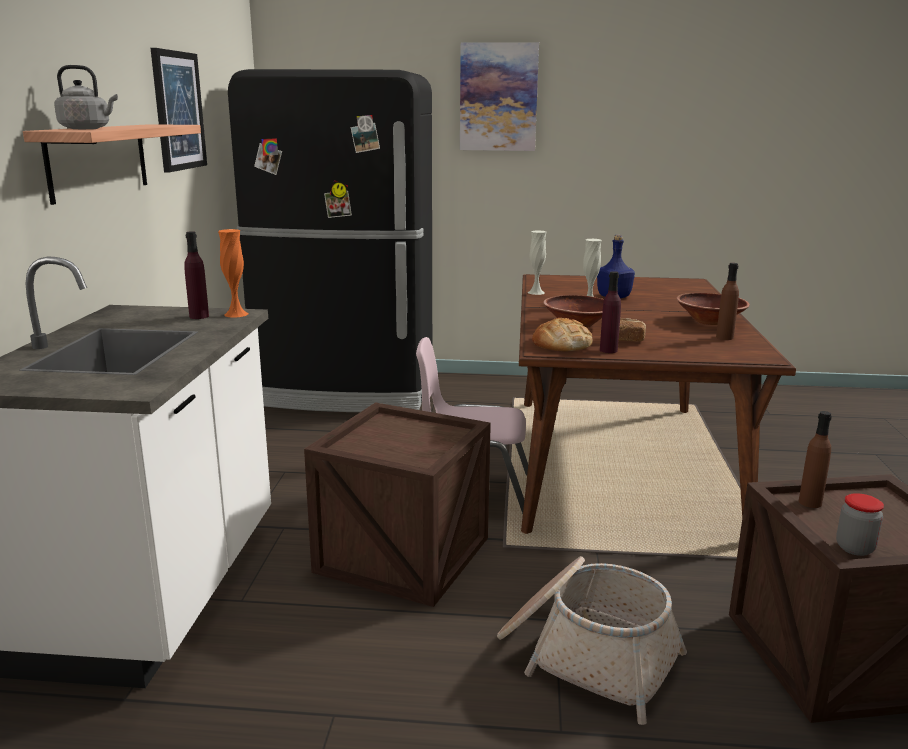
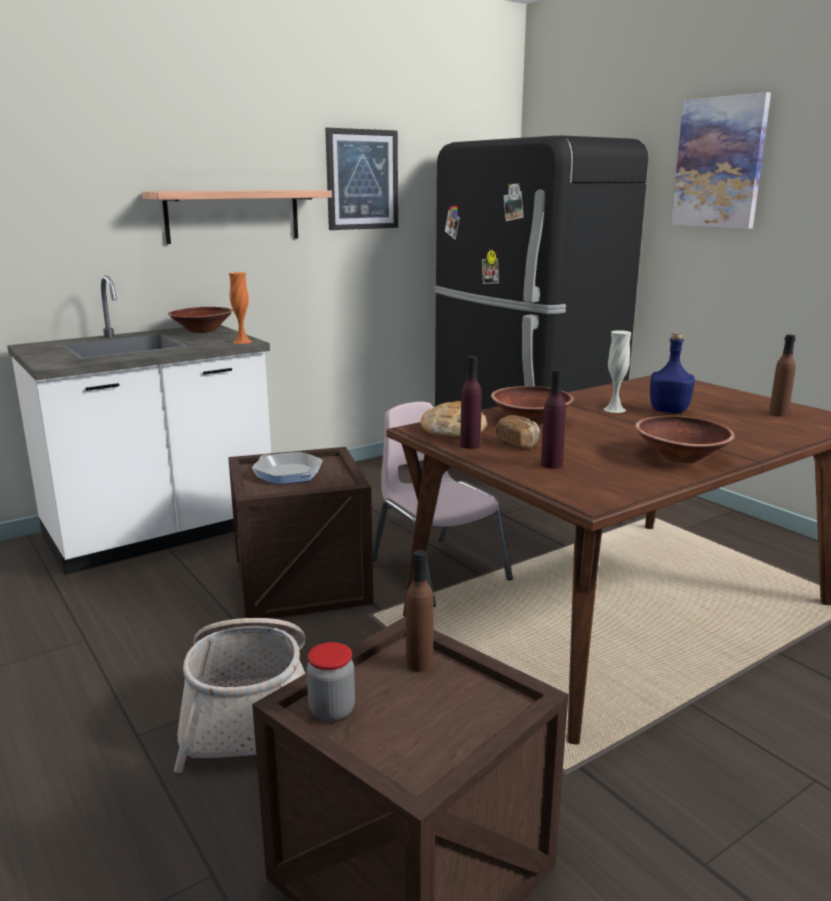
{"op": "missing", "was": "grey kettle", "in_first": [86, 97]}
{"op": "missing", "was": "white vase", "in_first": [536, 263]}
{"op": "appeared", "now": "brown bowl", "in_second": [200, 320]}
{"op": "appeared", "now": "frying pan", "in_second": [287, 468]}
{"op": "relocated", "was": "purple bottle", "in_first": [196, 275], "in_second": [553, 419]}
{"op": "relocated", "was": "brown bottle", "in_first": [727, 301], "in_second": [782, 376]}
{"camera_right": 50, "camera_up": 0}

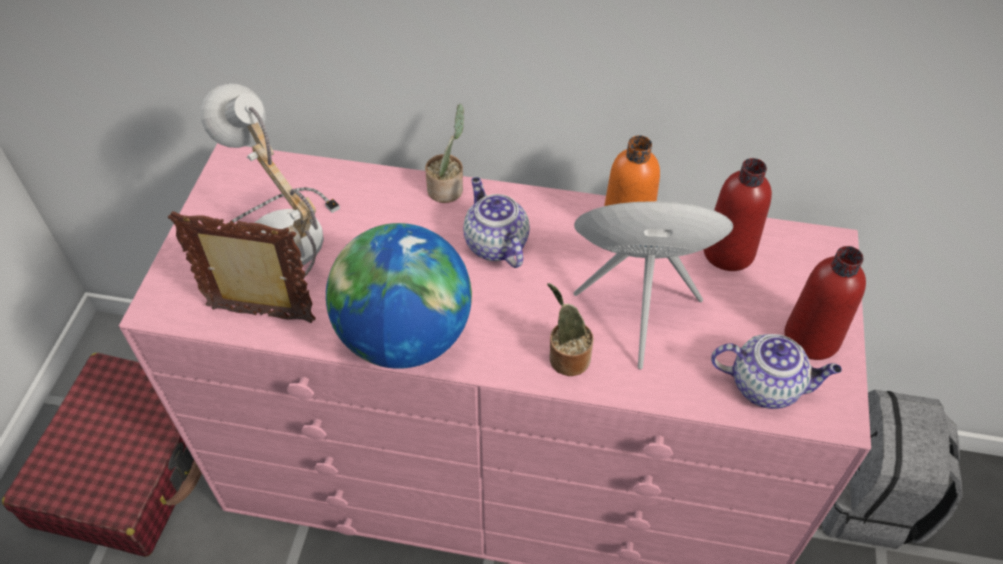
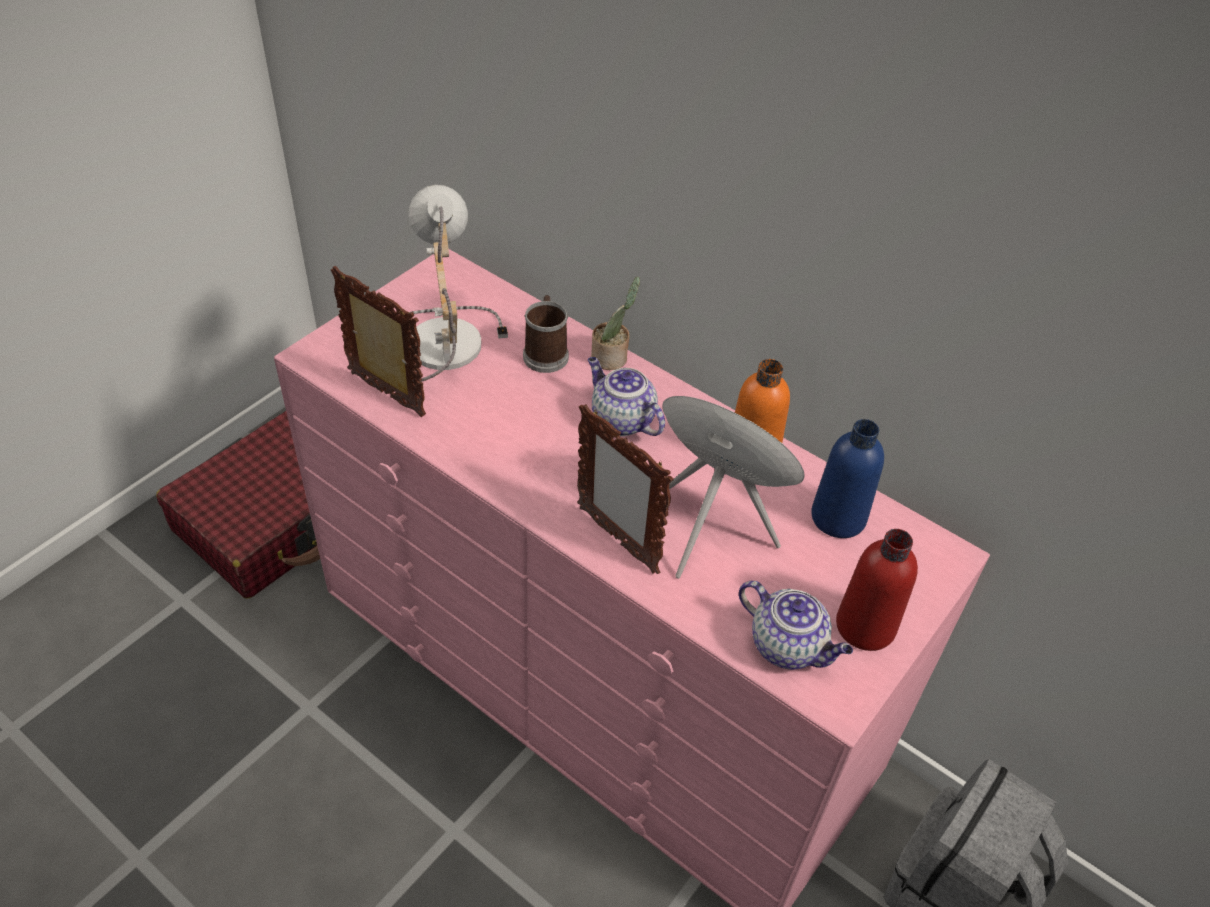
{"op": "missing", "was": "globe", "in_first": [399, 296]}
{"op": "appeared", "now": "mug", "in_second": [546, 334]}
{"op": "exchanged", "was": "potted plant", "now": "picture frame", "in_first": [570, 329], "in_second": [625, 489]}
{"op": "colour", "was": "red bottle", "now": "blue bottle", "in_first": [737, 214], "in_second": [847, 478]}
{"op": "spun", "was": "teapot", "in_first": [496, 222], "in_second": [626, 396], "clockwise": -45}
{"camera_right": 25, "camera_up": -5}

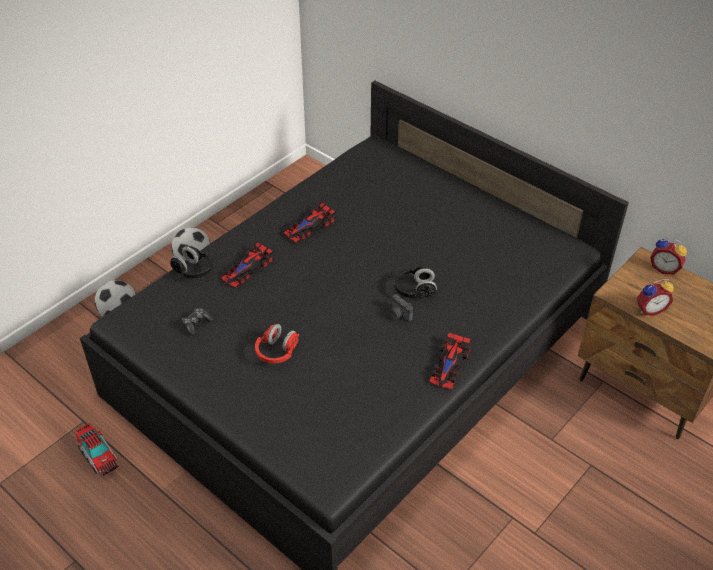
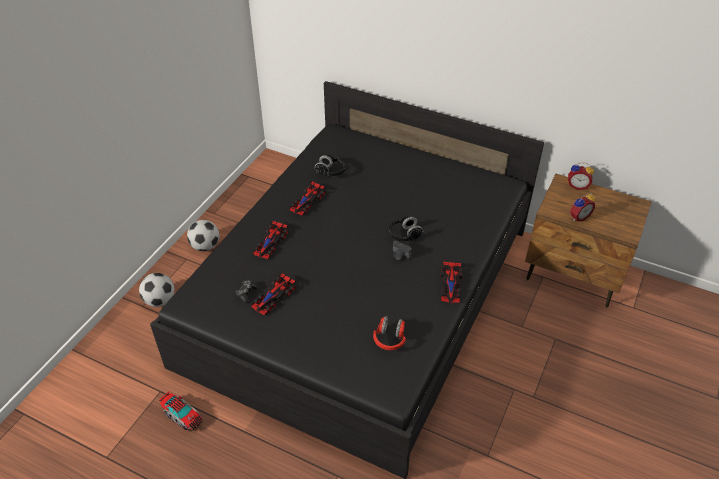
{"op": "appeared", "now": "toy car", "in_second": [273, 294]}
{"op": "relocated", "was": "black headphones", "in_first": [191, 262], "in_second": [330, 165]}
{"op": "relocated", "was": "red headphones", "in_first": [277, 344], "in_second": [389, 333]}
{"camera_right": -15, "camera_up": 0}

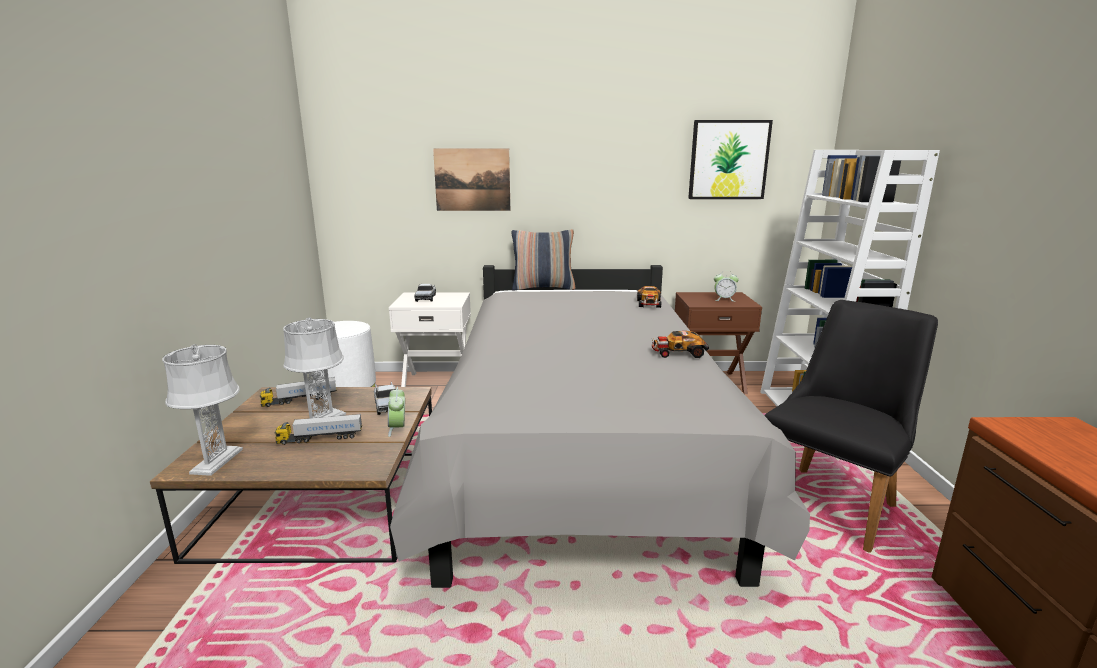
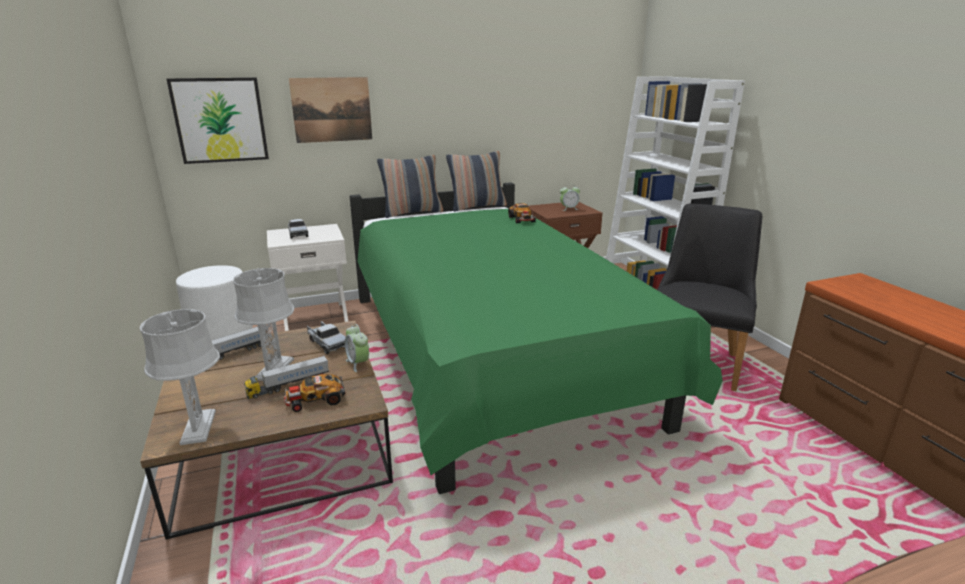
{"op": "appeared", "now": "pillow", "in_second": [476, 181]}
{"op": "relocated", "was": "toy car", "in_first": [680, 344], "in_second": [314, 393]}
{"op": "relocated", "was": "picture", "in_first": [730, 159], "in_second": [218, 120]}
{"op": "colour", "was": "grey bed", "now": "green bed", "in_first": [600, 426], "in_second": [536, 338]}
{"camera_right": -20, "camera_up": 5}

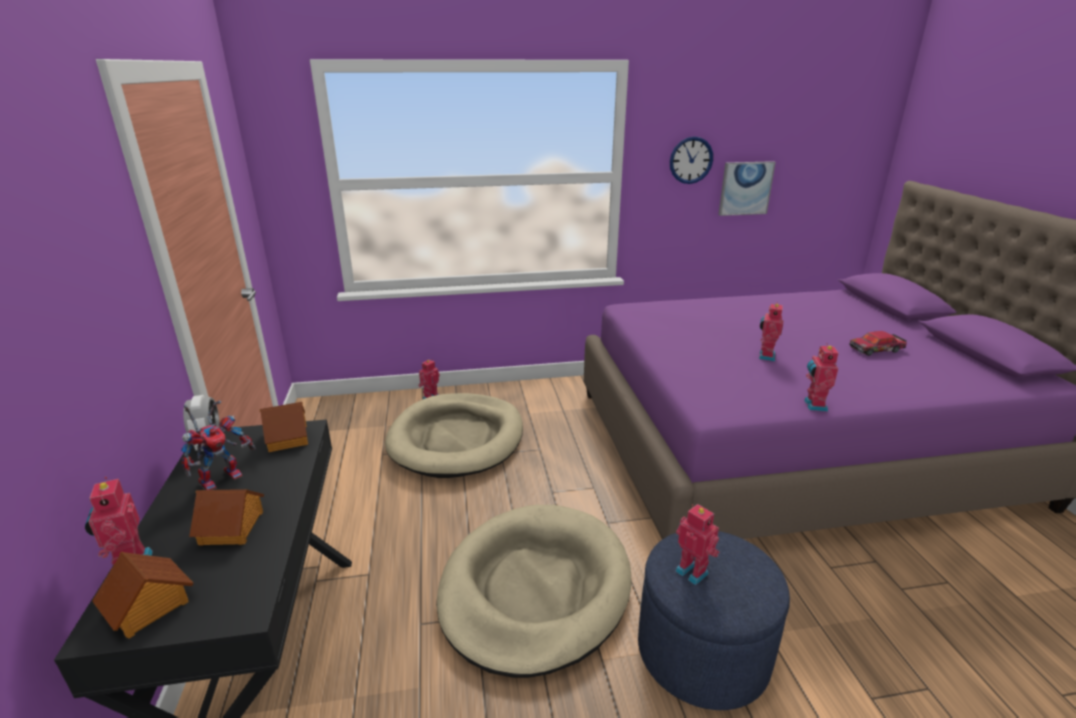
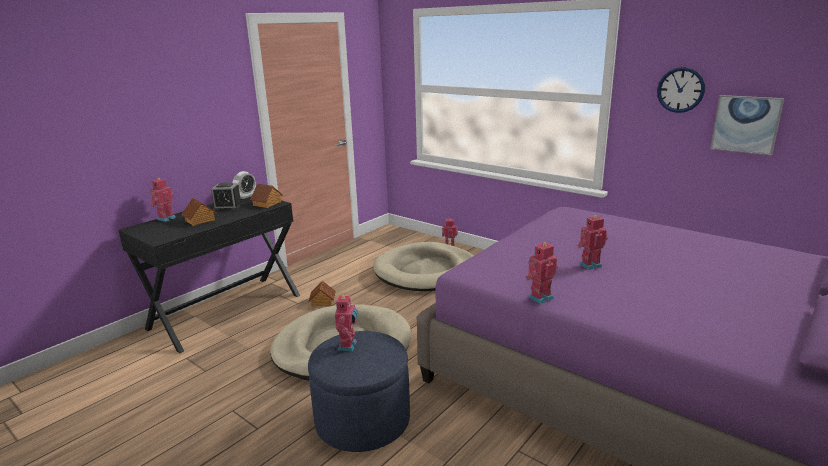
{"op": "missing", "was": "toy car", "in_first": [878, 343]}
{"op": "relocated", "was": "toy house", "in_first": [143, 595], "in_second": [322, 294]}
{"op": "exchanged", "was": "toy robot", "now": "alarm clock", "in_first": [218, 445], "in_second": [226, 196]}
{"camera_right": 50, "camera_up": -5}

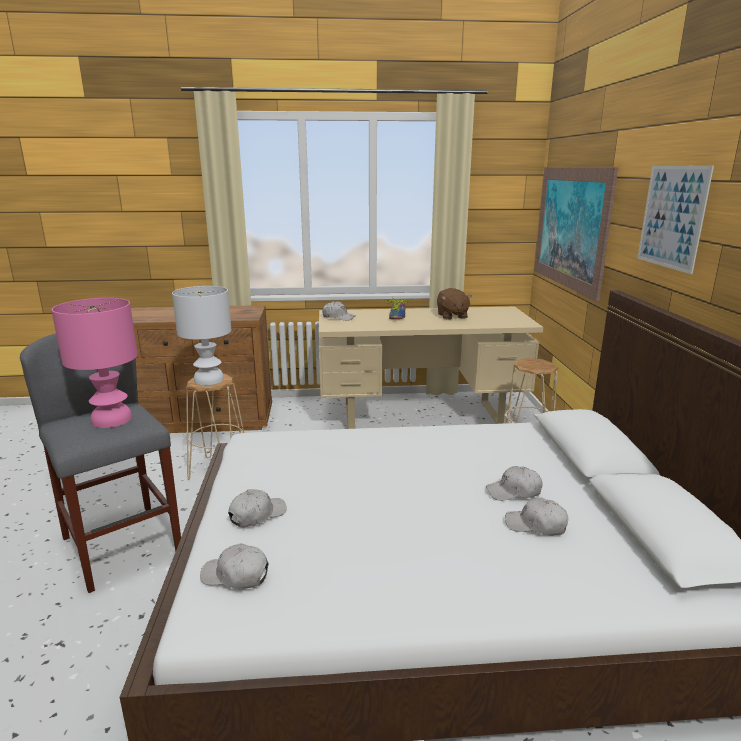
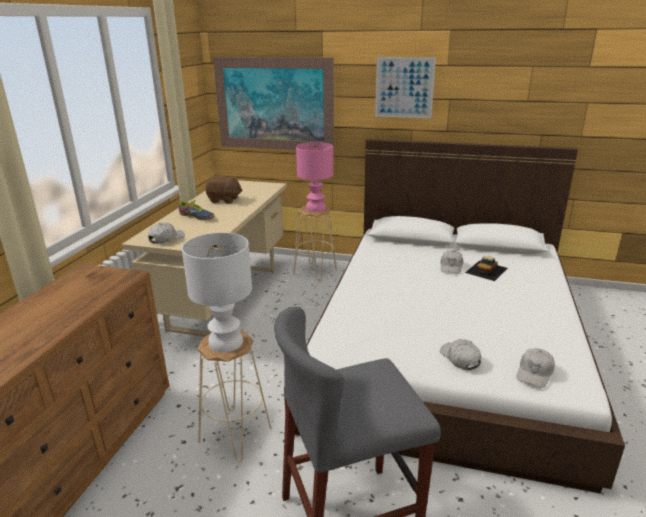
{"op": "relocated", "was": "pink table lamp", "in_first": [94, 363], "in_second": [314, 177]}
{"op": "exchanged", "was": "white cap", "now": "toy car", "in_first": [536, 516], "in_second": [486, 268]}
{"camera_right": -70, "camera_up": 5}

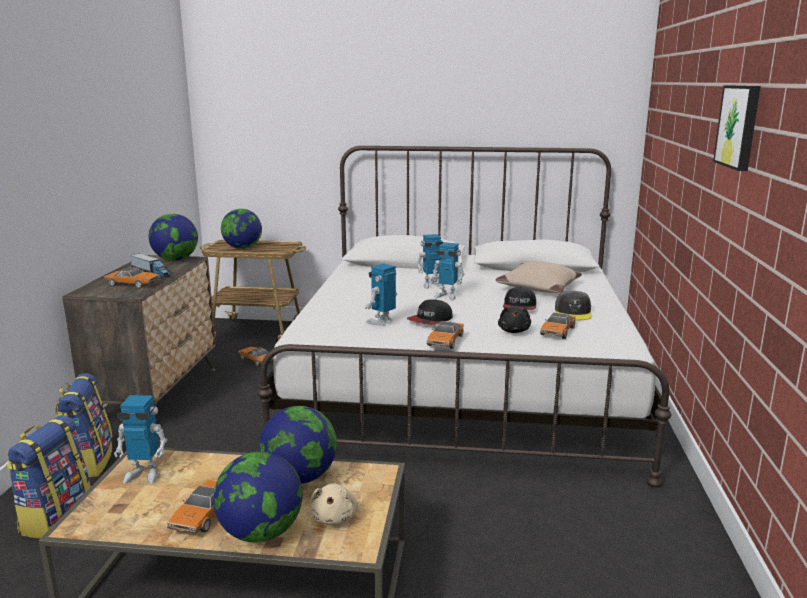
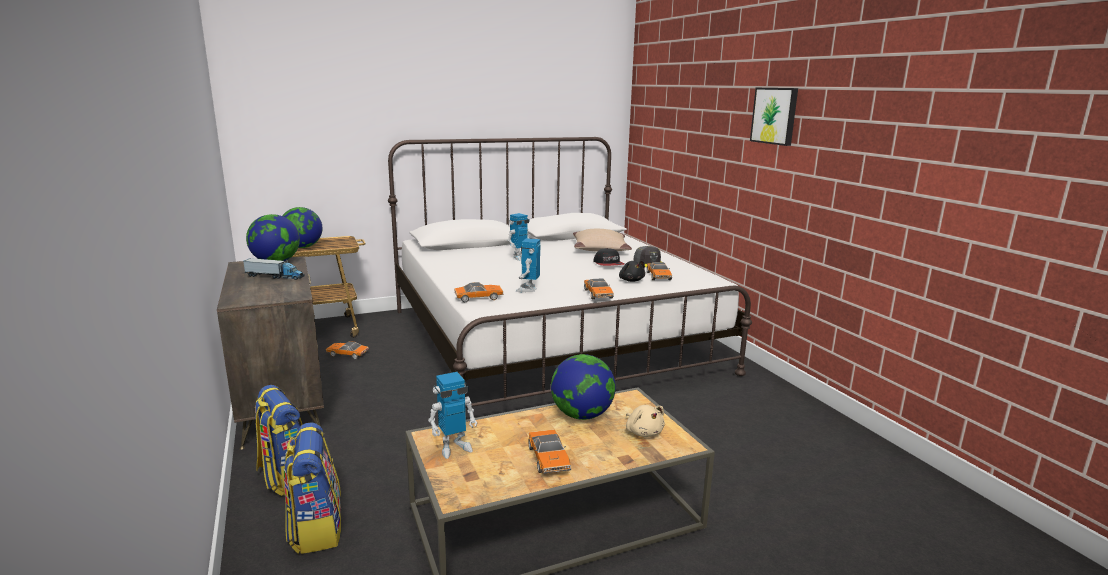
{"op": "missing", "was": "globe", "in_first": [258, 496]}
{"op": "missing", "was": "cap", "in_first": [430, 312]}
{"op": "missing", "was": "toy robot", "in_first": [447, 271]}
{"op": "relocated", "was": "toy car", "in_first": [132, 277], "in_second": [478, 292]}
{"camera_right": -30, "camera_up": 0}

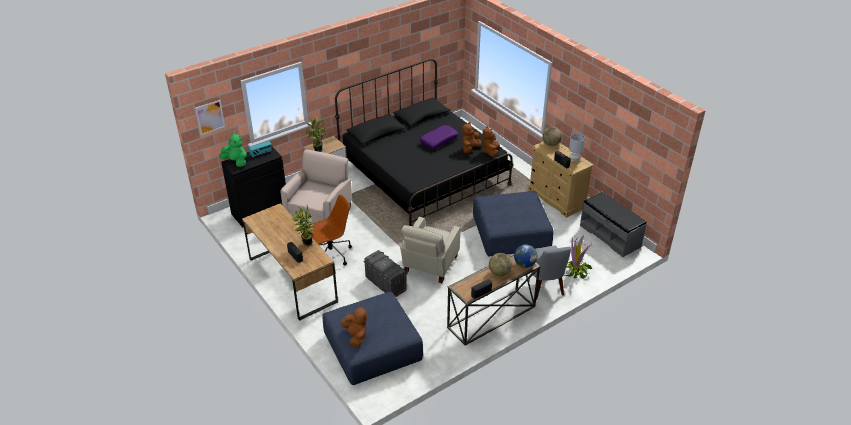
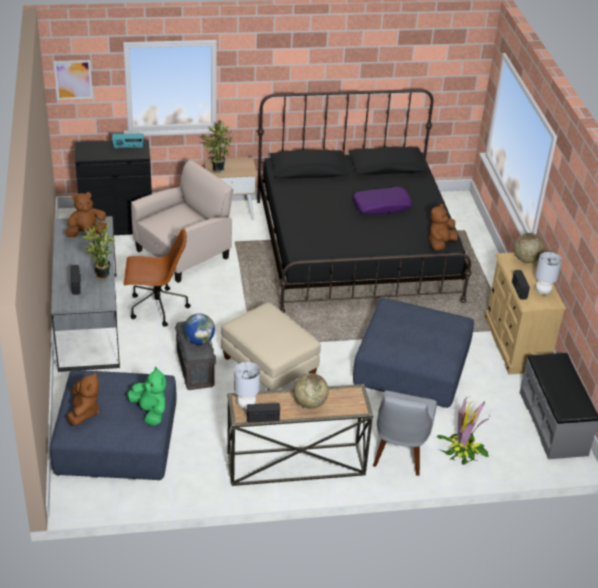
{"op": "appeared", "now": "grey table lamp", "in_second": [247, 385]}
{"op": "relocated", "was": "green plush toy", "in_first": [233, 149], "in_second": [146, 396]}
{"op": "relocated", "was": "brown plush toy", "in_first": [472, 137], "in_second": [86, 214]}
{"op": "relocated", "was": "globe", "in_first": [525, 256], "in_second": [199, 329]}
{"op": "exchanged", "was": "beige armchair", "now": "beige ottoman", "in_first": [430, 250], "in_second": [271, 346]}
{"op": "colour", "was": "brown desk", "now": "grey desk", "in_first": [290, 262], "in_second": [85, 294]}
{"camera_right": 25, "camera_up": 0}

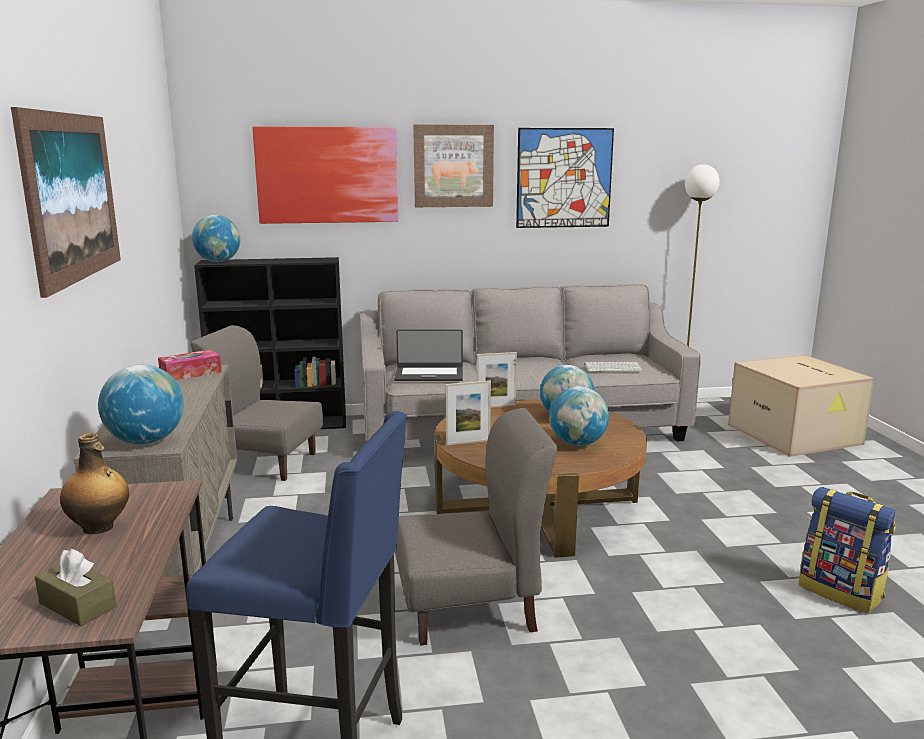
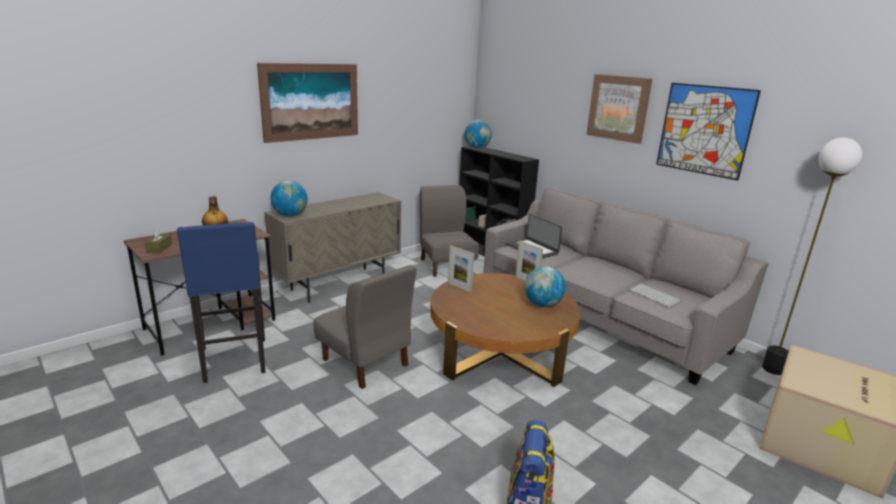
{"op": "missing", "was": "tissue box", "in_first": [190, 365]}
{"op": "missing", "was": "picture", "in_first": [325, 175]}
{"op": "missing", "was": "globe", "in_first": [579, 416]}
{"camera_right": 55, "camera_up": 5}

